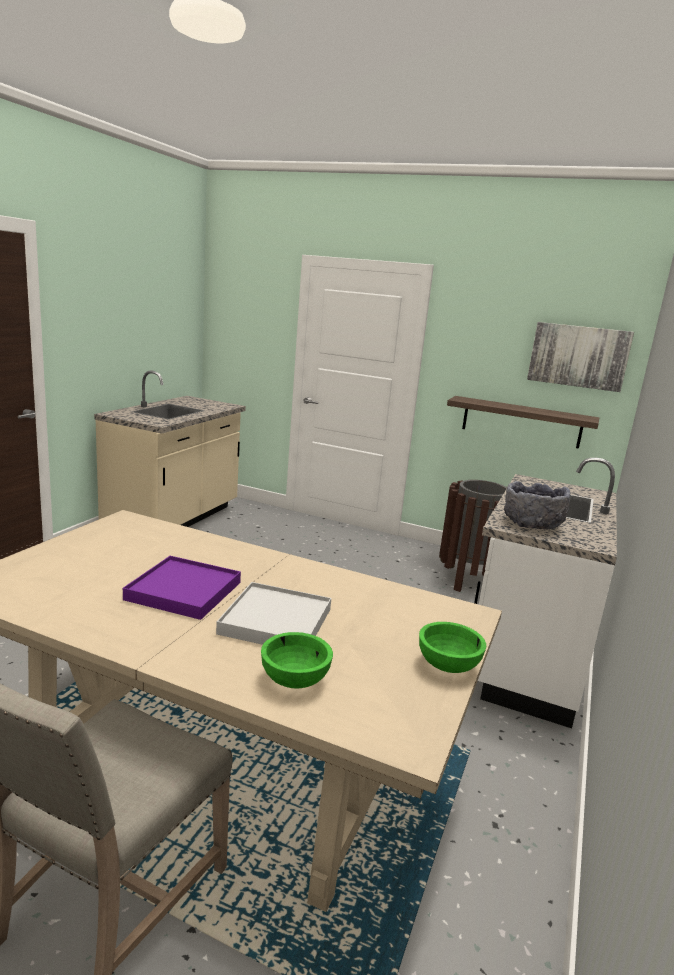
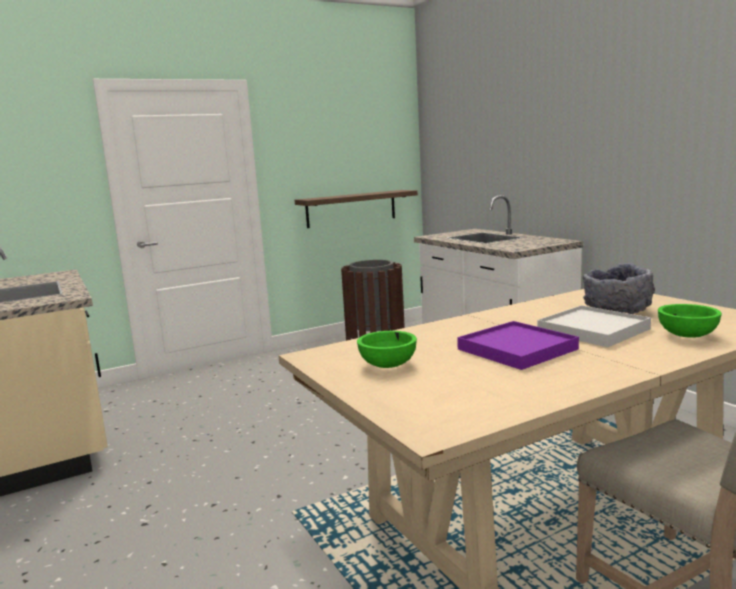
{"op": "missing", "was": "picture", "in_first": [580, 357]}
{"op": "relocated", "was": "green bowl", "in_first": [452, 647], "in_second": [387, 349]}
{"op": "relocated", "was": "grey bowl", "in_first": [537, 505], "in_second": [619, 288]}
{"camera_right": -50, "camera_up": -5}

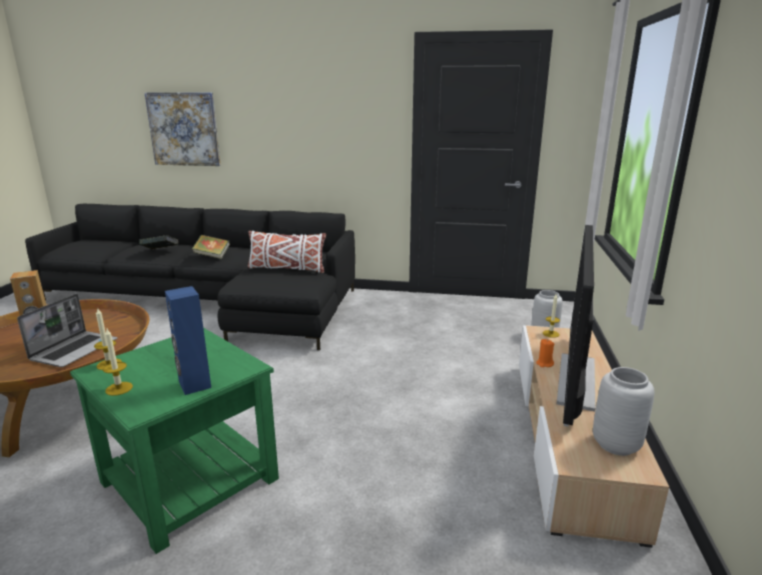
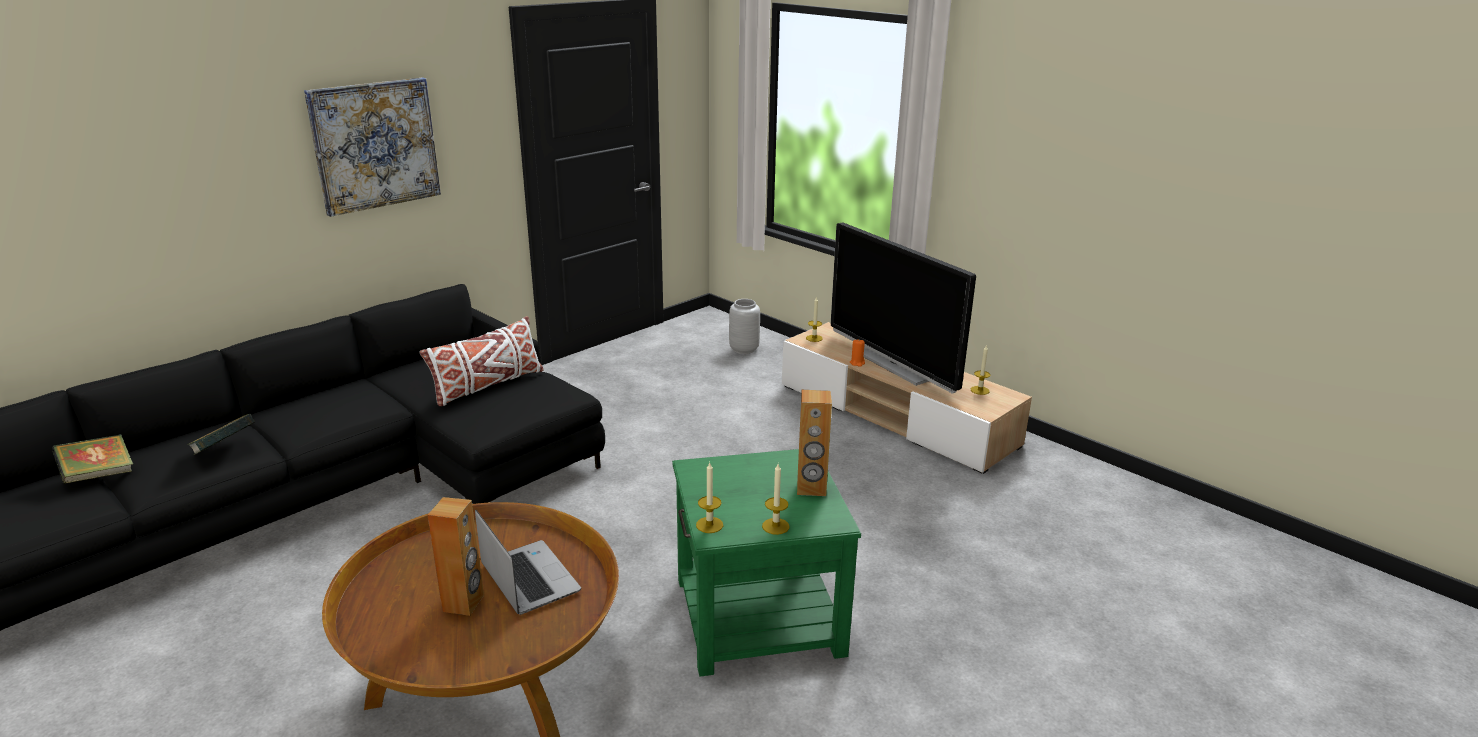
{"op": "relocated", "was": "picture", "in_first": [183, 129], "in_second": [372, 147]}
{"op": "relocated", "was": "book", "in_first": [211, 247], "in_second": [92, 459]}
{"op": "exchanged", "was": "grey vase", "now": "candle", "in_first": [624, 411], "in_second": [980, 370]}
{"op": "colour", "was": "blue speaker", "now": "brown speaker", "in_first": [188, 340], "in_second": [814, 443]}
{"camera_right": -55, "camera_up": 5}

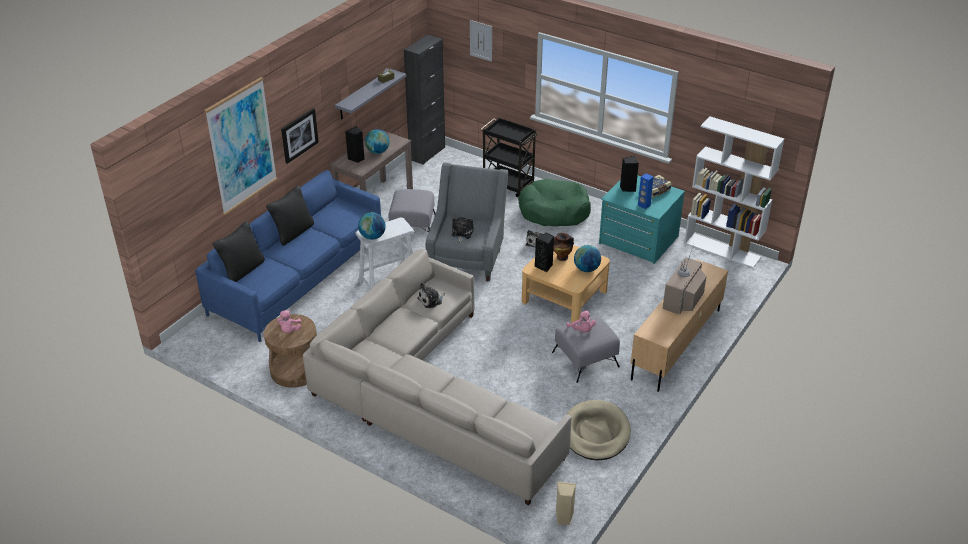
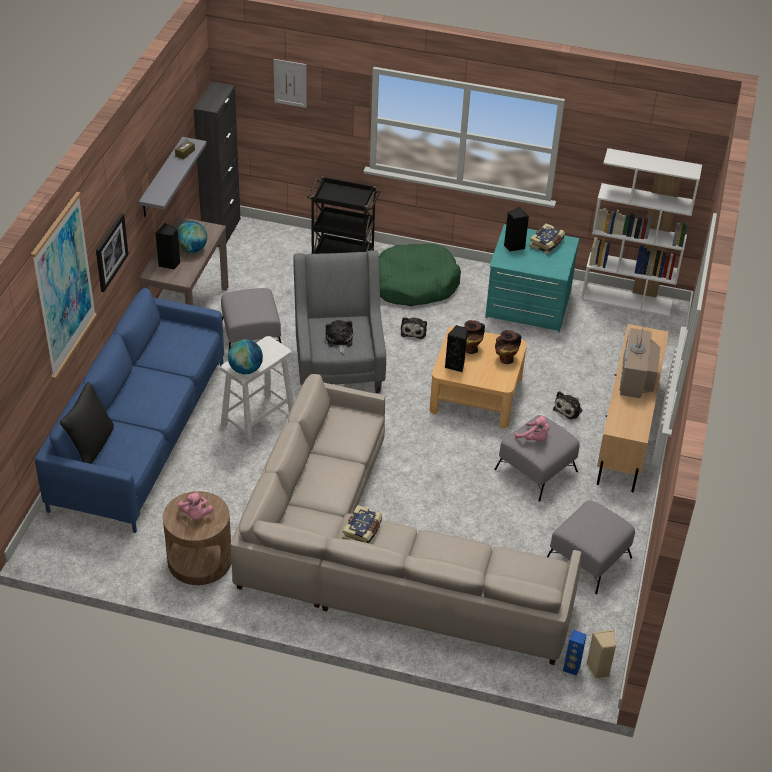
{"op": "missing", "was": "black pillow", "in_first": [290, 216]}
{"op": "appeared", "now": "book", "in_second": [362, 524]}
{"op": "relocated", "was": "plush toy", "in_first": [431, 295], "in_second": [567, 405]}
{"op": "relocated", "was": "blue speaker", "in_first": [645, 191], "in_second": [575, 653]}
{"op": "exchanged", "was": "beige dog bed", "now": "grey ottoman", "in_first": [599, 430], "in_second": [591, 547]}
{"op": "exchanged", "was": "globe", "now": "vase", "in_first": [587, 258], "in_second": [508, 347]}
{"camera_right": -20, "camera_up": 5}

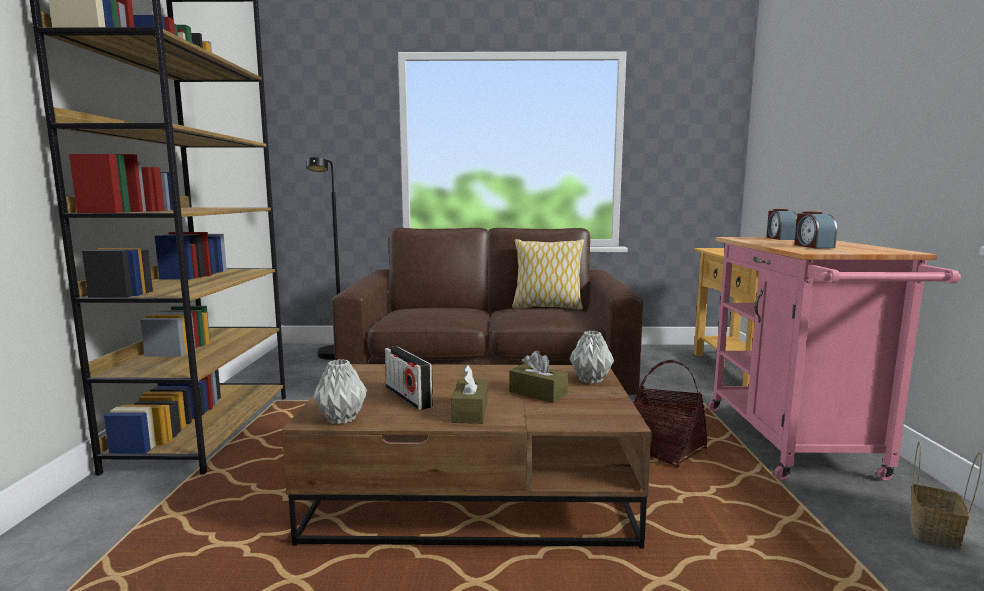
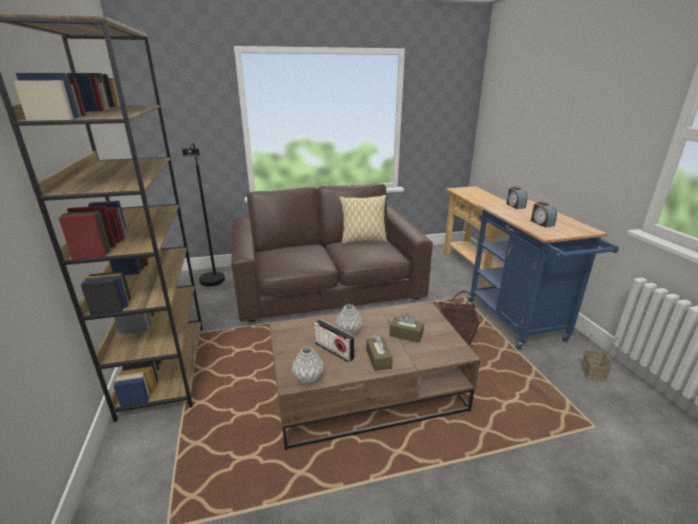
{"op": "relocated", "was": "grey vase", "in_first": [592, 357], "in_second": [349, 320]}
{"op": "colour", "was": "pink cart", "now": "blue cart", "in_first": [834, 359], "in_second": [543, 275]}
{"camera_right": -15, "camera_up": 15}

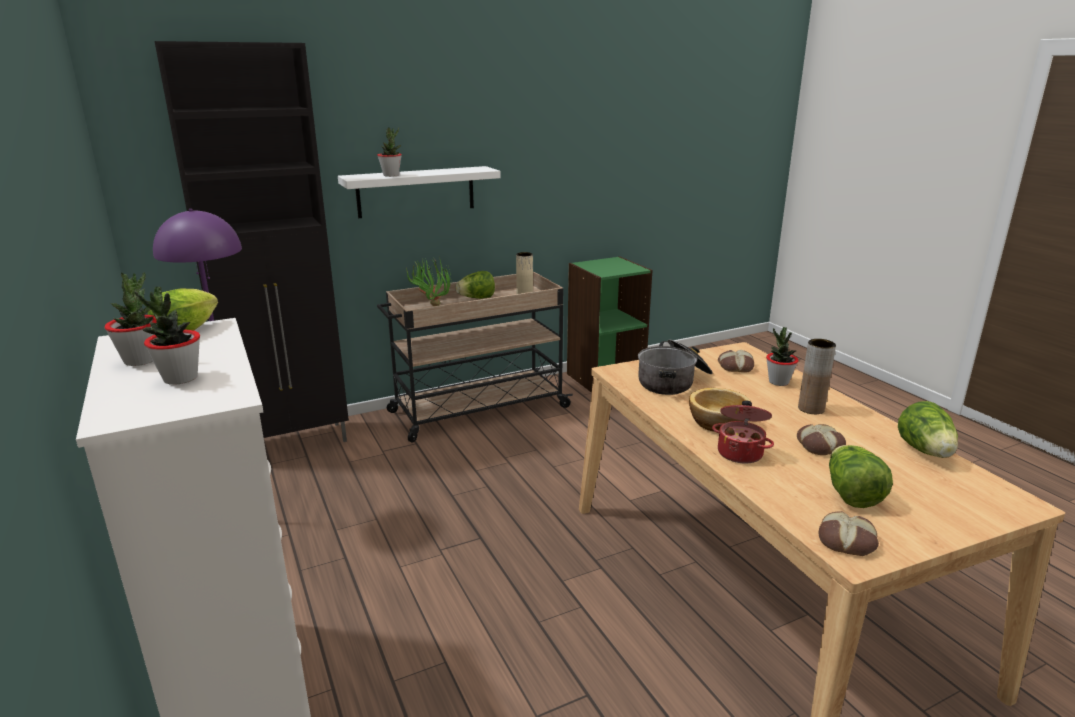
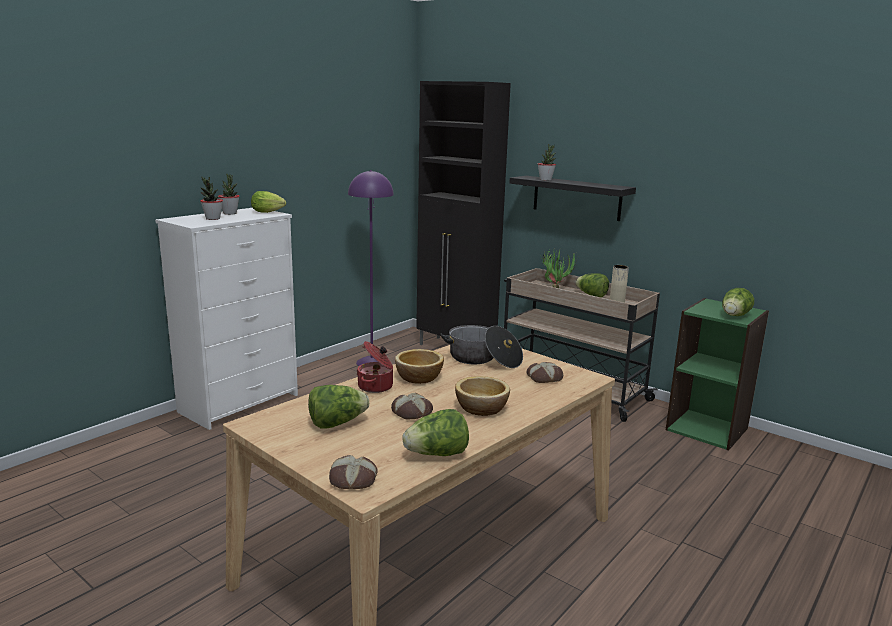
{"op": "missing", "was": "potted plant", "in_first": [782, 356]}
{"op": "appeared", "now": "lettuce", "in_second": [738, 302]}
{"op": "relocated", "was": "bread", "in_first": [849, 533], "in_second": [353, 472]}
{"op": "exchanged", "was": "brown vase", "now": "bowl", "in_first": [817, 376], "in_second": [482, 396]}
{"op": "colour", "was": "white shelf", "now": "black shelf", "in_first": [419, 192], "in_second": [572, 198]}
{"camera_right": 65, "camera_up": -5}

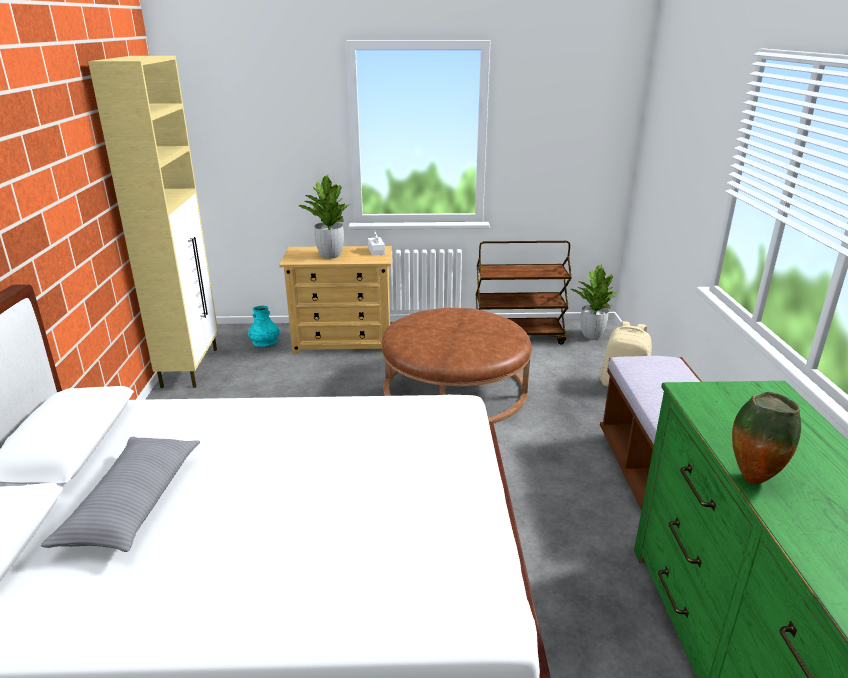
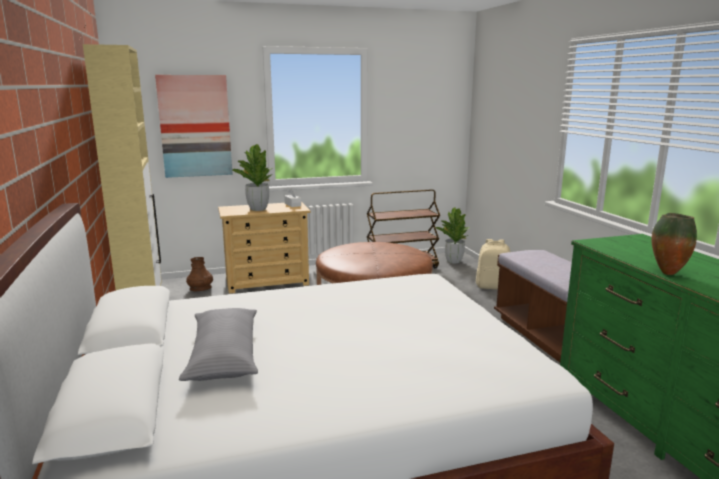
{"op": "appeared", "now": "picture", "in_second": [194, 126]}
{"op": "colour", "was": "turquoise vase", "now": "brown vase", "in_first": [263, 326], "in_second": [199, 274]}
{"camera_right": -15, "camera_up": -10}

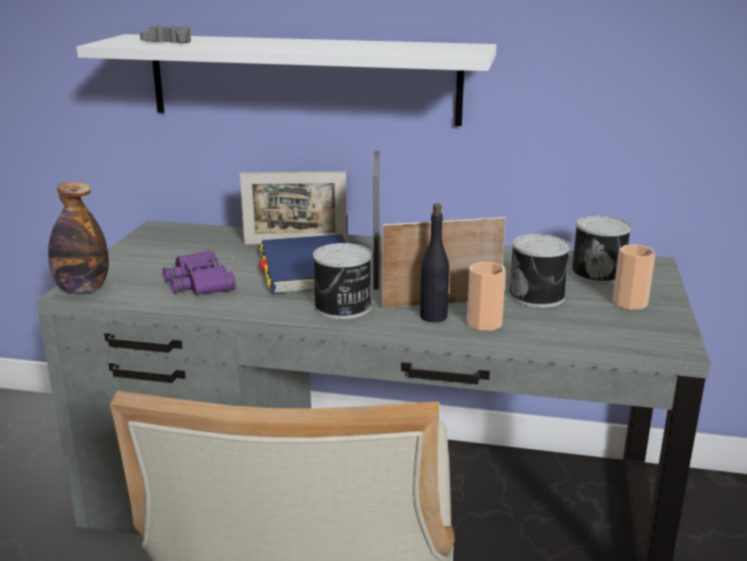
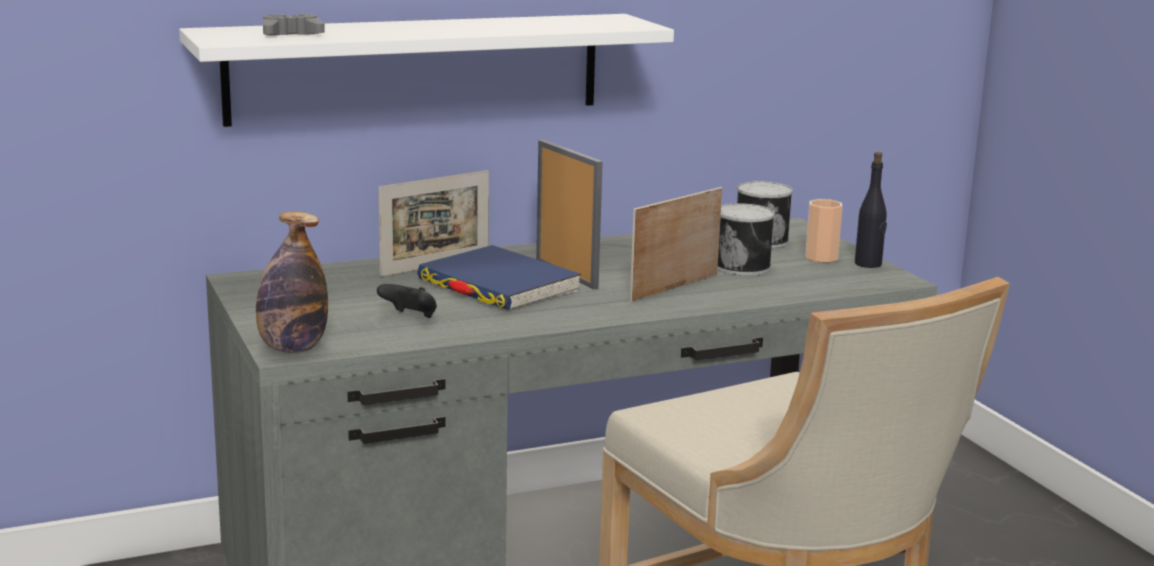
{"op": "missing", "was": "can", "in_first": [342, 281]}
{"op": "missing", "was": "cup", "in_first": [486, 296]}
{"op": "relocated", "was": "black bottle", "in_first": [434, 263], "in_second": [871, 210]}
{"op": "exchanged", "was": "purple binoculars", "now": "black game controller", "in_first": [199, 272], "in_second": [407, 301]}
{"camera_right": -35, "camera_up": -5}

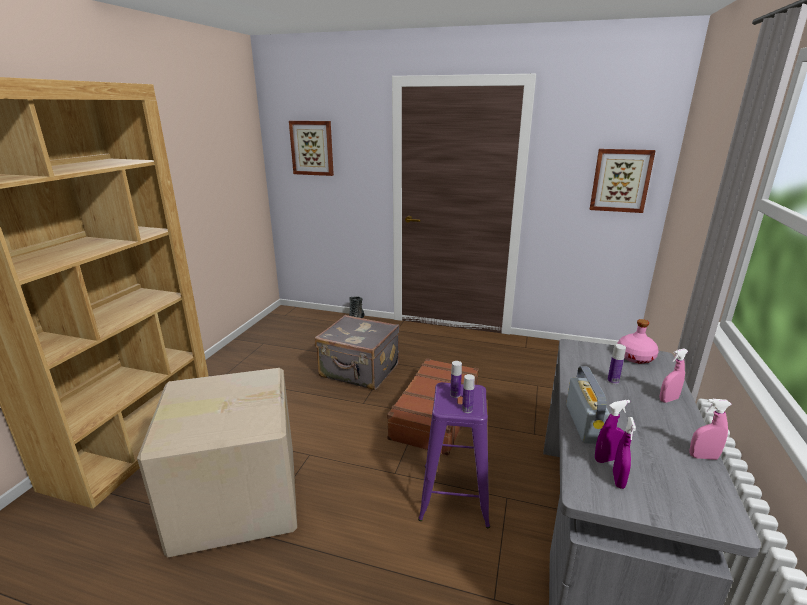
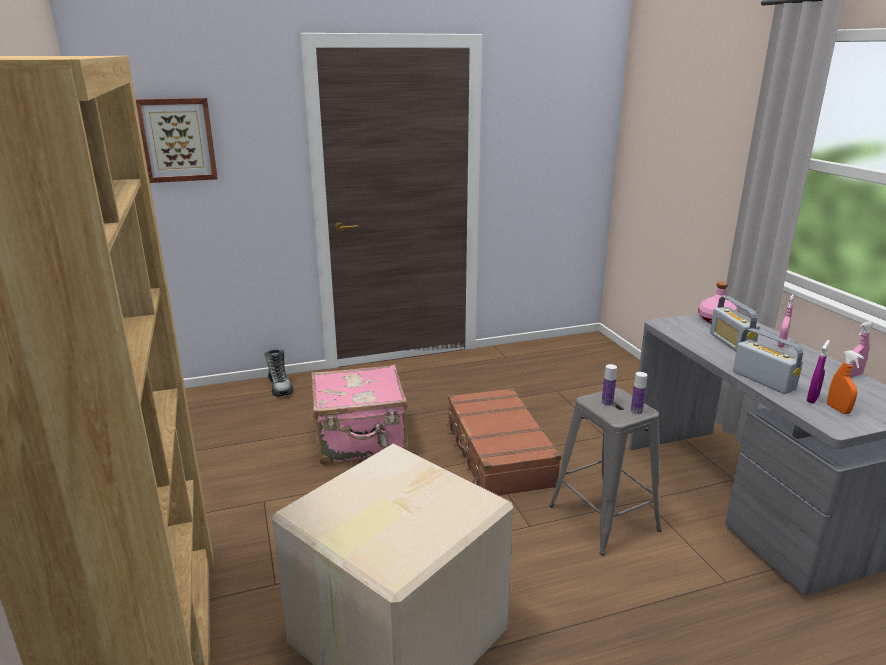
{"op": "missing", "was": "picture", "in_first": [623, 181]}
{"op": "exchanged", "was": "bottle", "now": "radio", "in_first": [616, 364], "in_second": [735, 323]}
{"op": "colour", "was": "grey suitcase", "now": "pink suitcase", "in_first": [357, 352], "in_second": [359, 414]}
{"op": "colour", "was": "purple stool", "now": "grey stool", "in_first": [454, 455], "in_second": [605, 472]}
{"op": "colour", "was": "purple spray bottle", "now": "orange spray bottle", "in_first": [624, 453], "in_second": [845, 382]}
{"camera_right": -35, "camera_up": 0}

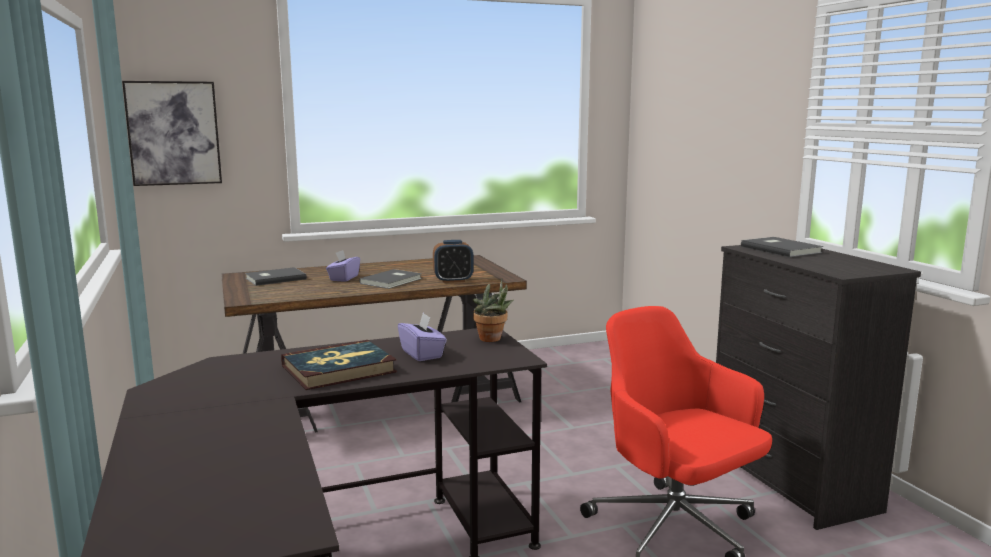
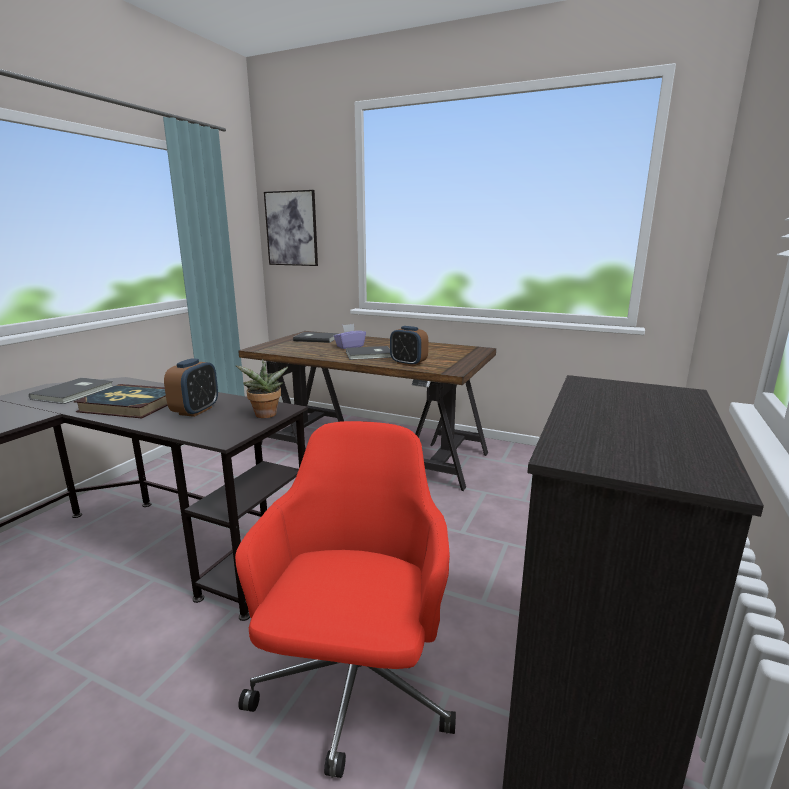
{"op": "relocated", "was": "grey book", "in_first": [782, 247], "in_second": [71, 391]}
{"op": "exchanged", "was": "purple tissue box", "now": "alarm clock", "in_first": [422, 337], "in_second": [191, 387]}
{"camera_right": 45, "camera_up": 5}

